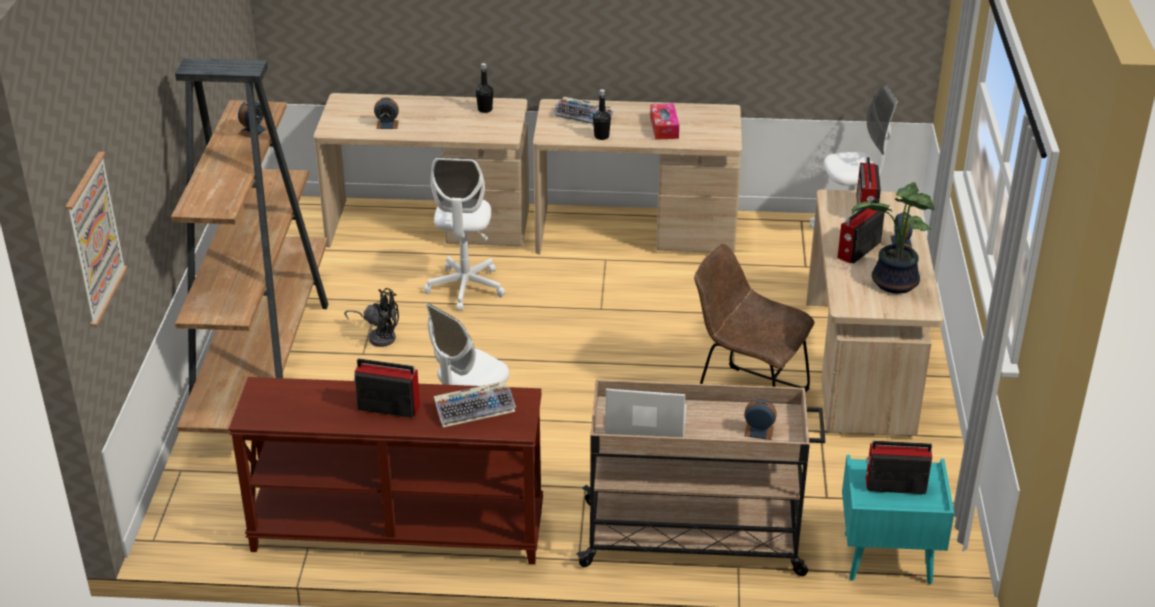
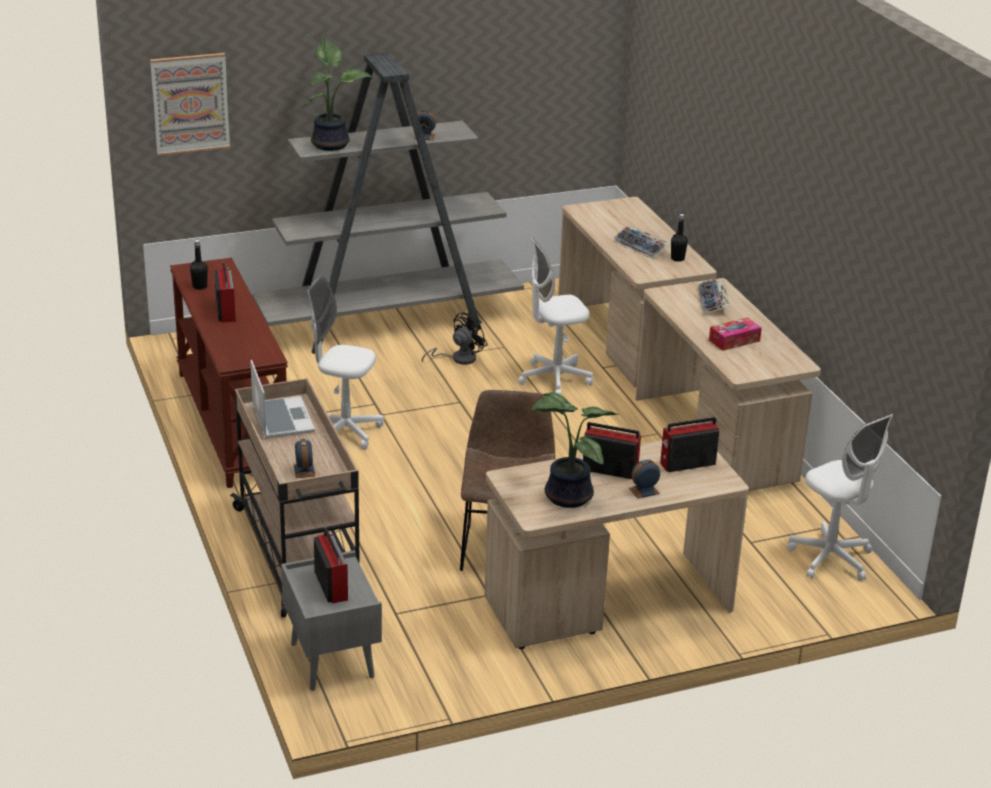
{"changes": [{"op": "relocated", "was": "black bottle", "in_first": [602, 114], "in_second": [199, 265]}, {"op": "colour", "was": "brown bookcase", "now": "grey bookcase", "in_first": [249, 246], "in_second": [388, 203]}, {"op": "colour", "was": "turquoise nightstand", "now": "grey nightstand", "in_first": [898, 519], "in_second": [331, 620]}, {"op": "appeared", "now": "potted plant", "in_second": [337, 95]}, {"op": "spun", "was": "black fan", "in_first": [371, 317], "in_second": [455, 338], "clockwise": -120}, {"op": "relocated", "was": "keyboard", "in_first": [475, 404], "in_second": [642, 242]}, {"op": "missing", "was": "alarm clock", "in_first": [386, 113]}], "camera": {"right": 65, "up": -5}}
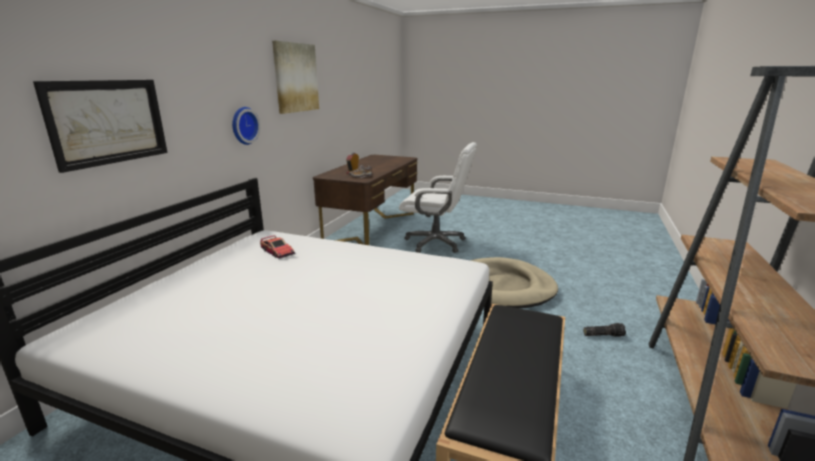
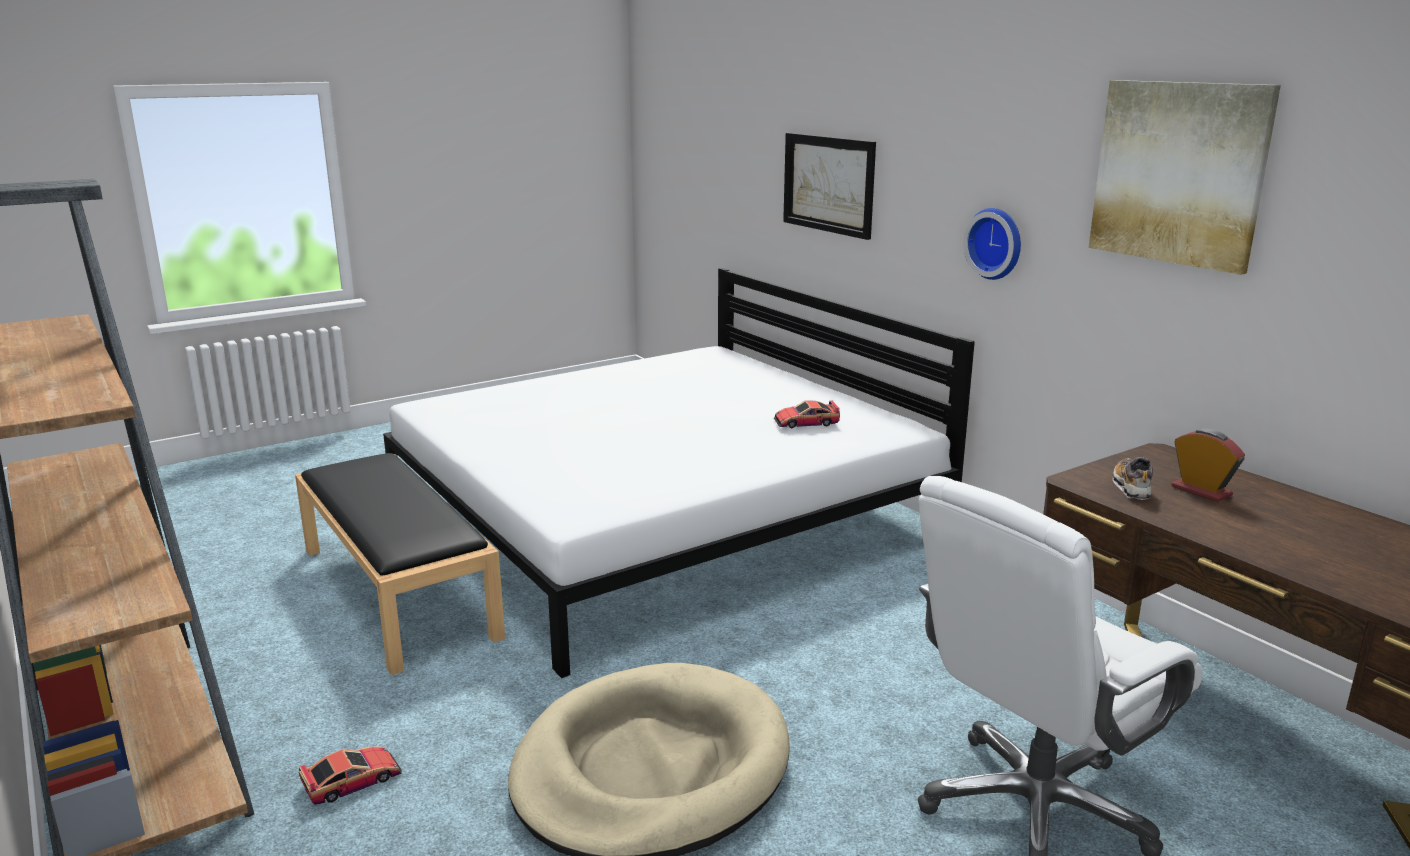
{"changes": [{"op": "exchanged", "was": "flashlight", "now": "toy car", "in_first": [604, 330], "in_second": [350, 775]}], "camera": {"right": 125, "up": 0}}
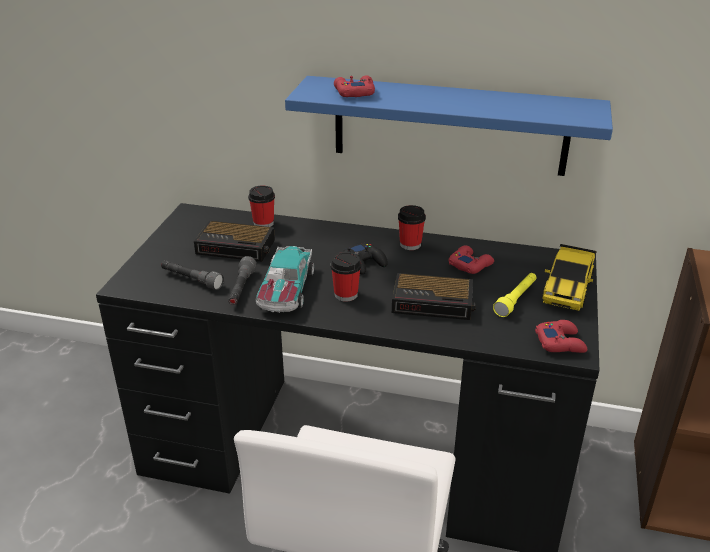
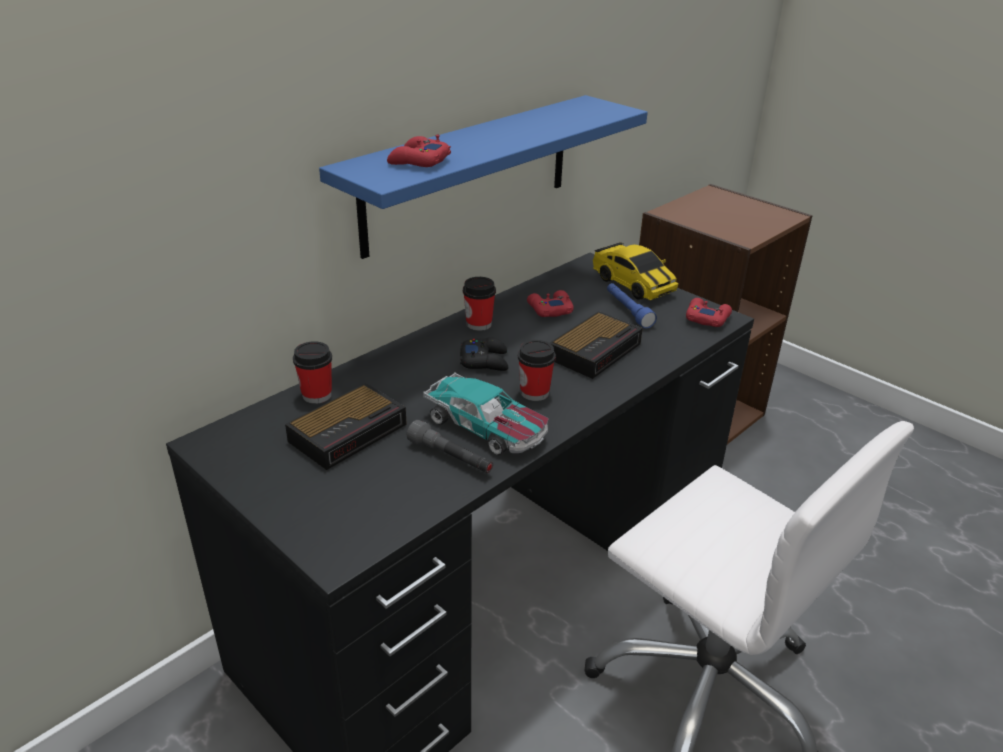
{"changes": [{"op": "colour", "was": "yellow flashlight", "now": "blue flashlight", "in_first": [515, 295], "in_second": [632, 305]}, {"op": "missing", "was": "grey flashlight", "in_first": [192, 275]}], "camera": {"right": -60, "up": 0}}
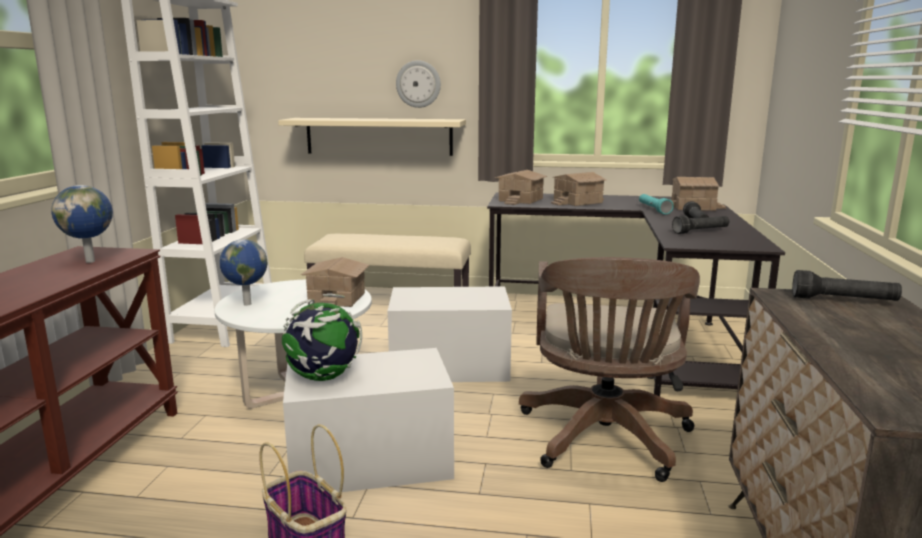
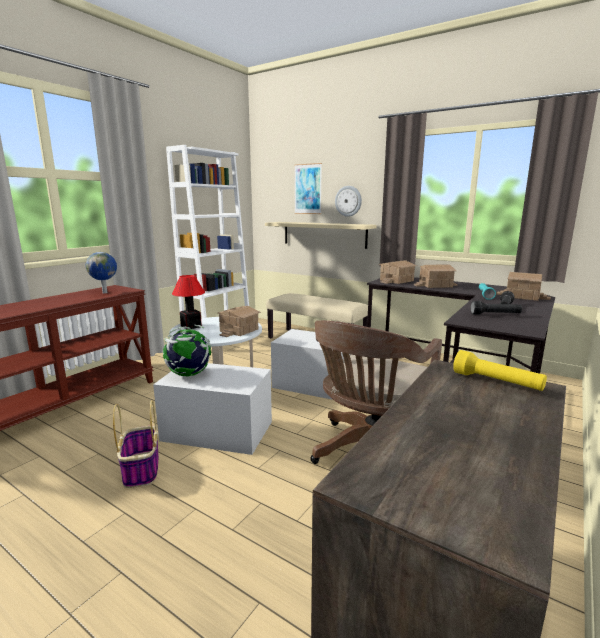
{"changes": [{"op": "exchanged", "was": "globe", "now": "table lamp", "in_first": [243, 272], "in_second": [188, 302]}, {"op": "appeared", "now": "picture", "in_second": [308, 188]}, {"op": "colour", "was": "black flashlight", "now": "yellow flashlight", "in_first": [847, 285], "in_second": [500, 370]}], "camera": {"right": 25, "up": 0}}
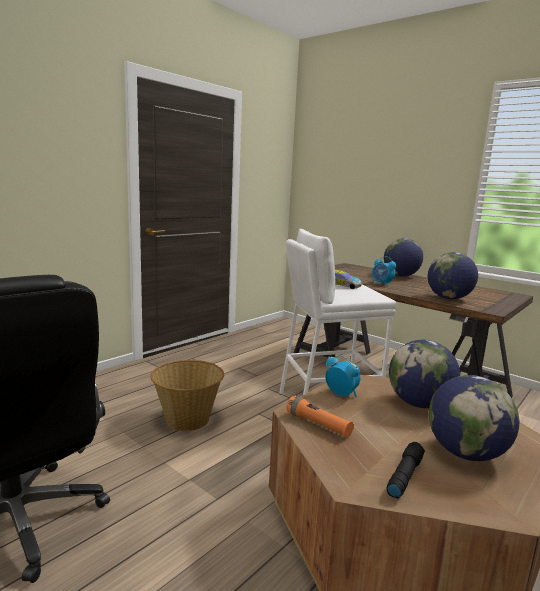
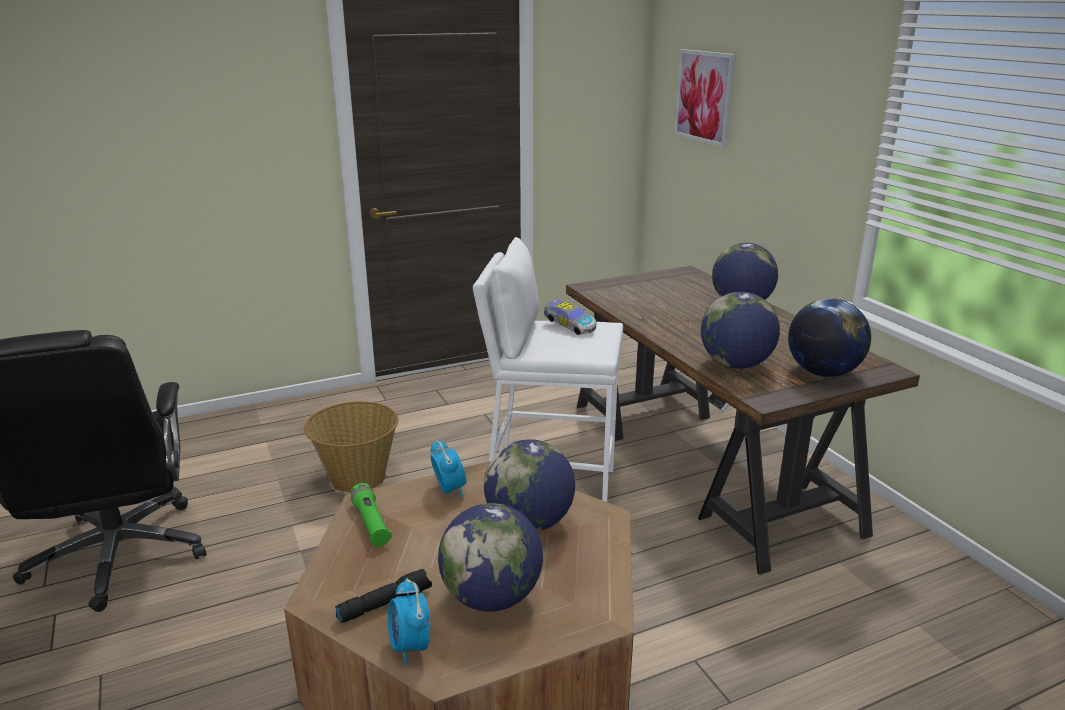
{"changes": [{"op": "colour", "was": "orange flashlight", "now": "green flashlight", "in_first": [320, 416], "in_second": [371, 515]}, {"op": "relocated", "was": "alarm clock", "in_first": [384, 271], "in_second": [409, 621]}, {"op": "appeared", "now": "picture", "in_second": [705, 98]}, {"op": "appeared", "now": "globe", "in_second": [829, 337]}], "camera": {"right": 25, "up": 10}}
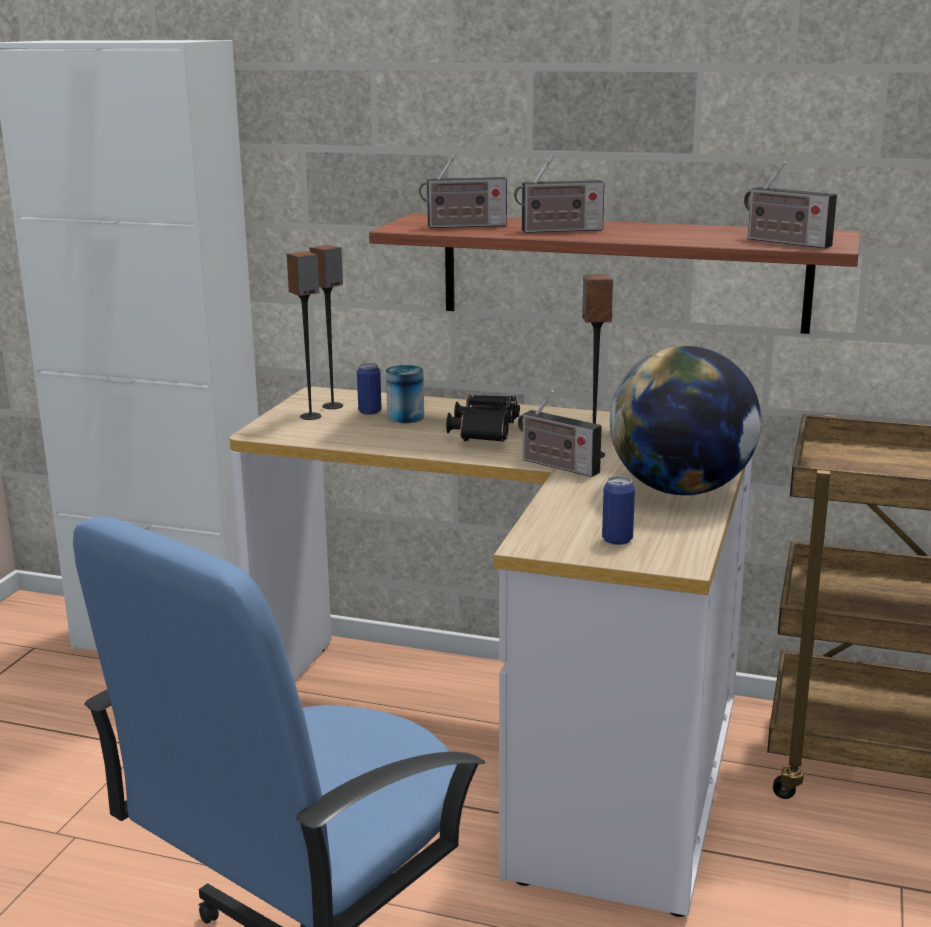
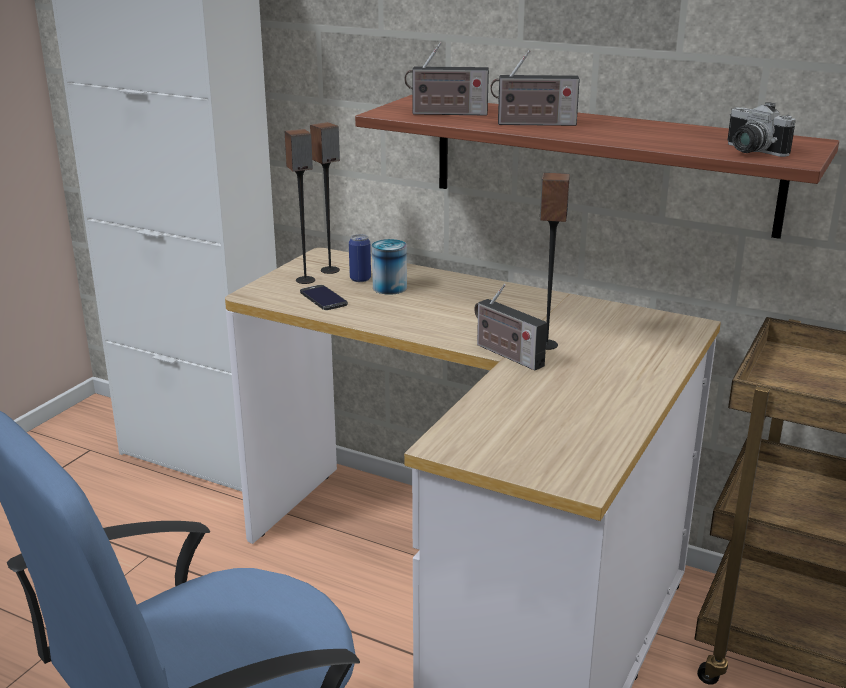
{"changes": [{"op": "appeared", "now": "phone", "in_second": [324, 297]}, {"op": "exchanged", "was": "radio", "now": "photo camera", "in_first": [790, 205], "in_second": [761, 129]}, {"op": "missing", "was": "black binoculars", "in_first": [483, 417]}, {"op": "missing", "was": "can", "in_first": [618, 510]}, {"op": "missing", "was": "globe", "in_first": [685, 420]}], "camera": {"right": 10, "up": 5}}
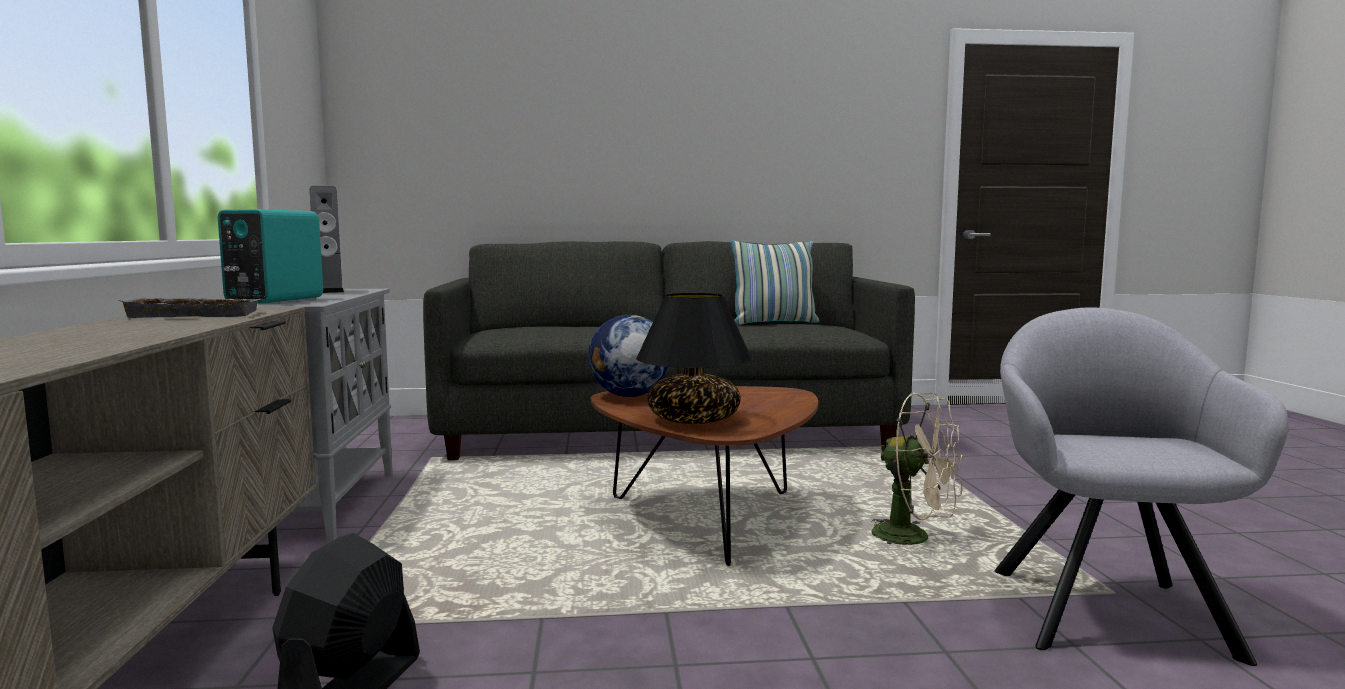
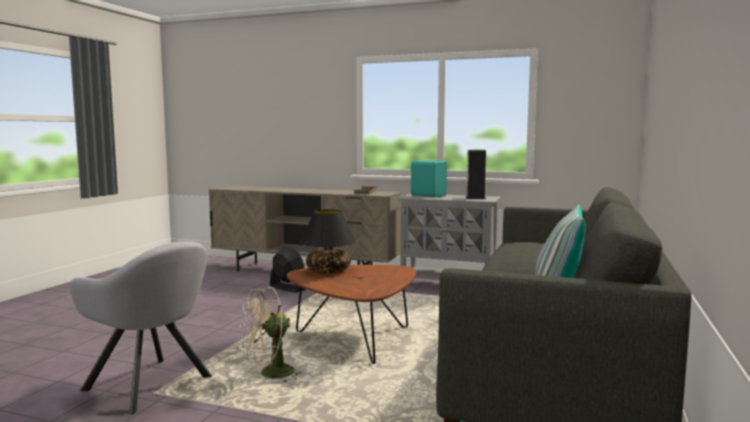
{"changes": [{"op": "missing", "was": "globe", "in_first": [628, 356]}], "camera": {"right": 115, "up": 0}}
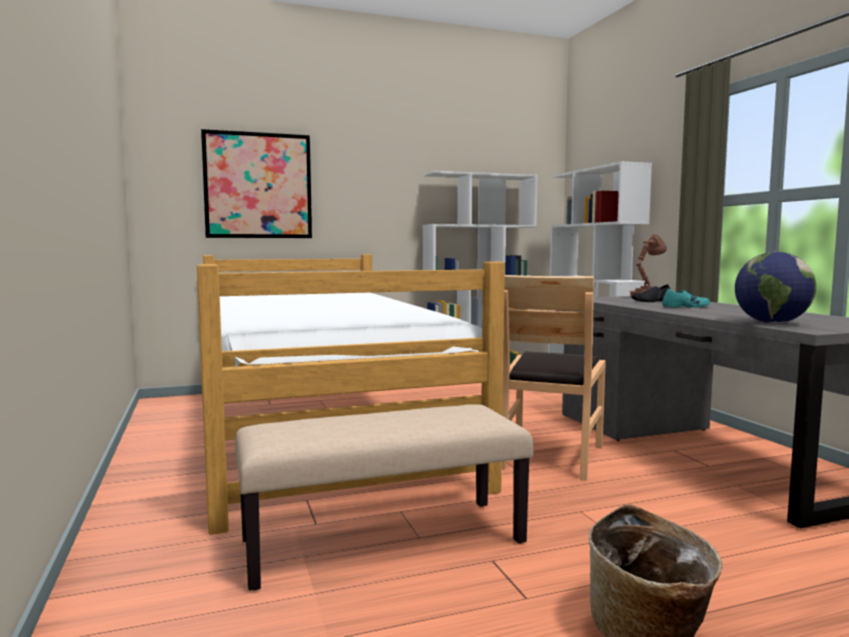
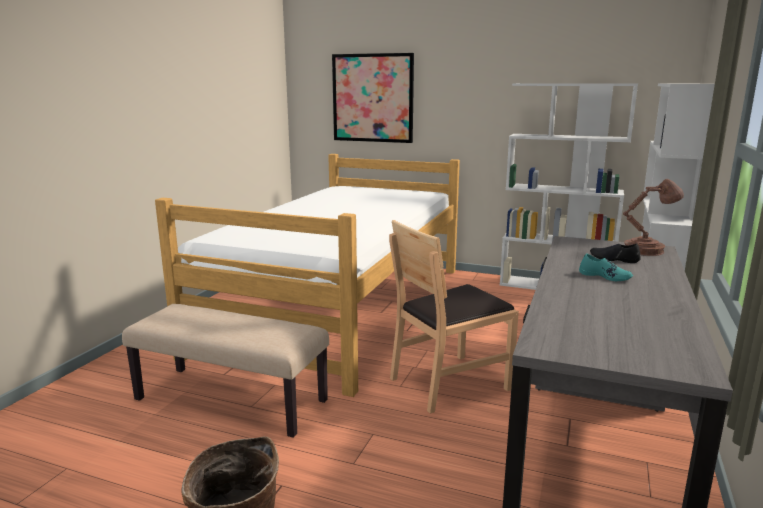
{"changes": [{"op": "missing", "was": "globe", "in_first": [775, 287]}], "camera": {"right": 40, "up": 10}}
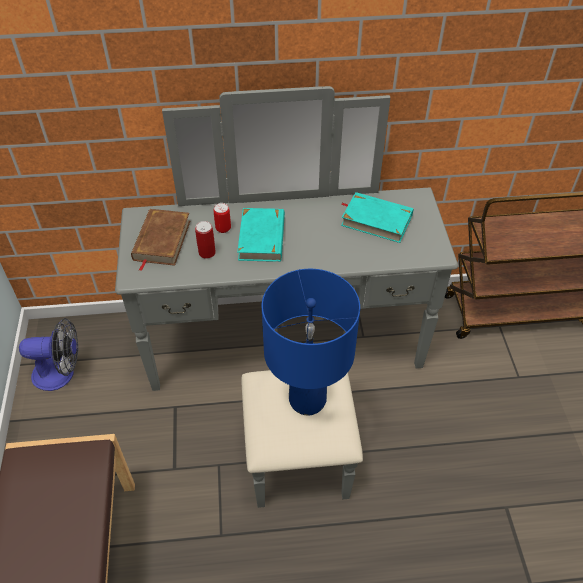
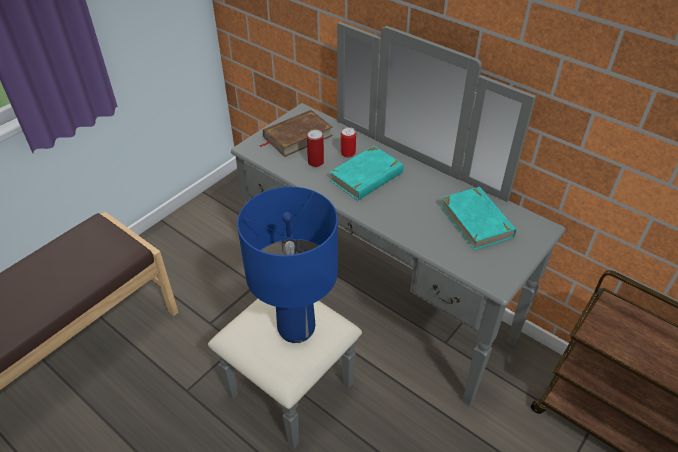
{"changes": [{"op": "missing", "was": "fan", "in_first": [48, 354]}], "camera": {"right": 45, "up": -5}}
